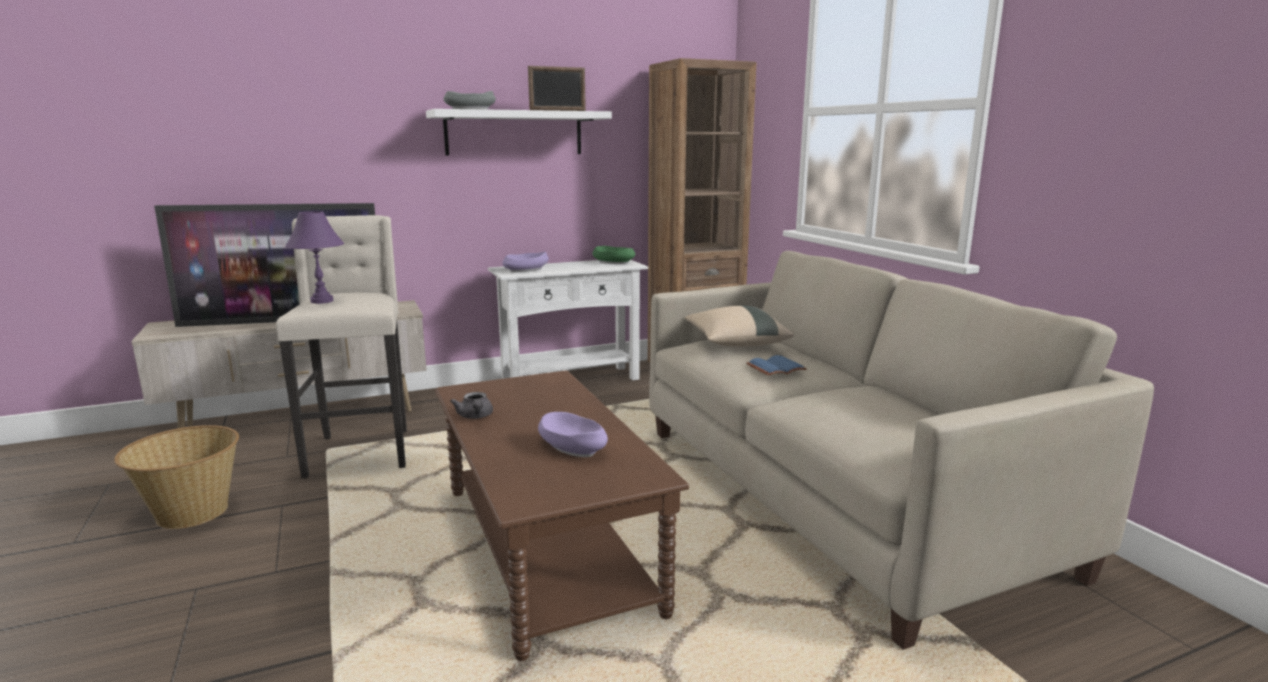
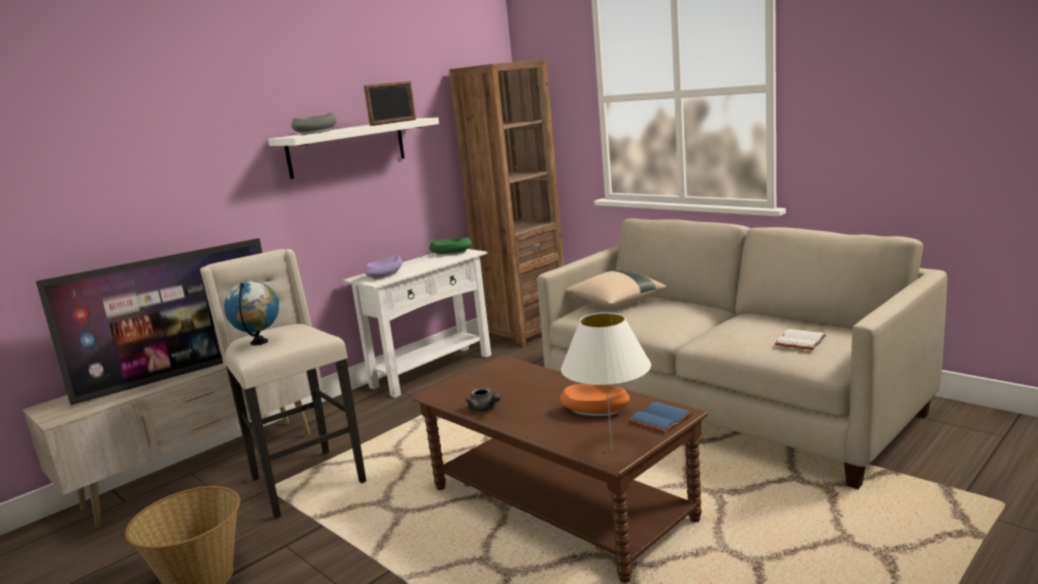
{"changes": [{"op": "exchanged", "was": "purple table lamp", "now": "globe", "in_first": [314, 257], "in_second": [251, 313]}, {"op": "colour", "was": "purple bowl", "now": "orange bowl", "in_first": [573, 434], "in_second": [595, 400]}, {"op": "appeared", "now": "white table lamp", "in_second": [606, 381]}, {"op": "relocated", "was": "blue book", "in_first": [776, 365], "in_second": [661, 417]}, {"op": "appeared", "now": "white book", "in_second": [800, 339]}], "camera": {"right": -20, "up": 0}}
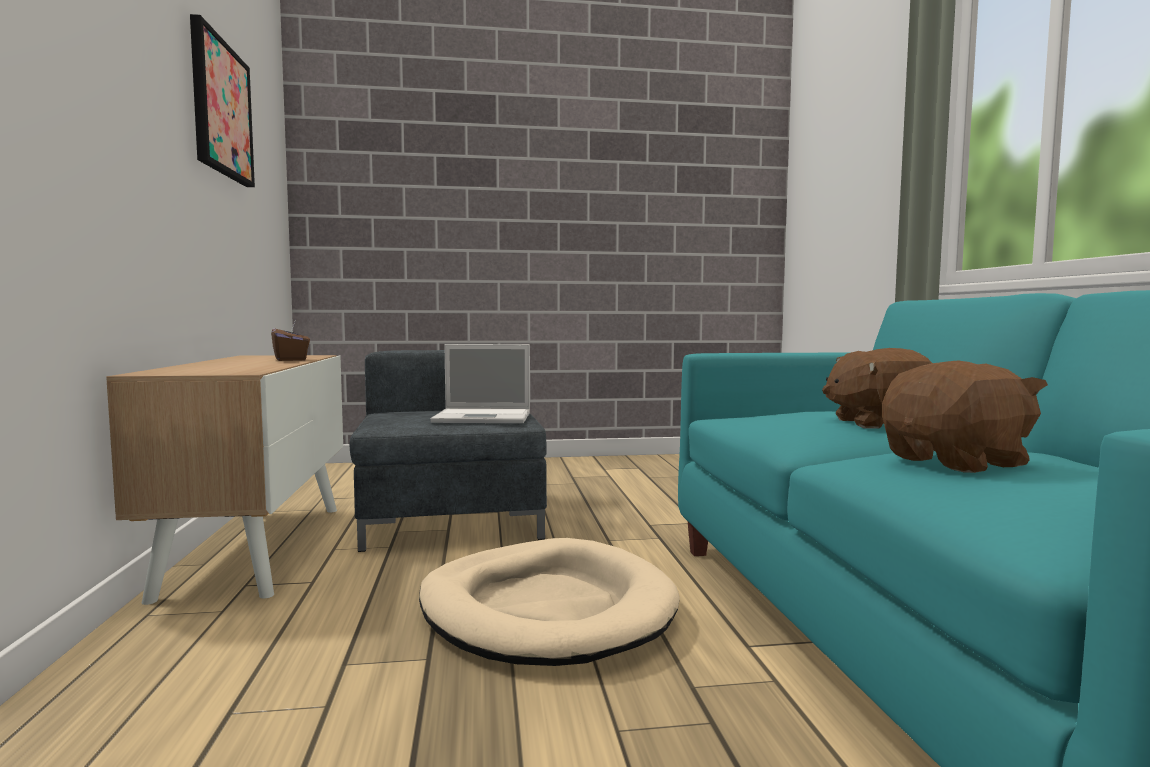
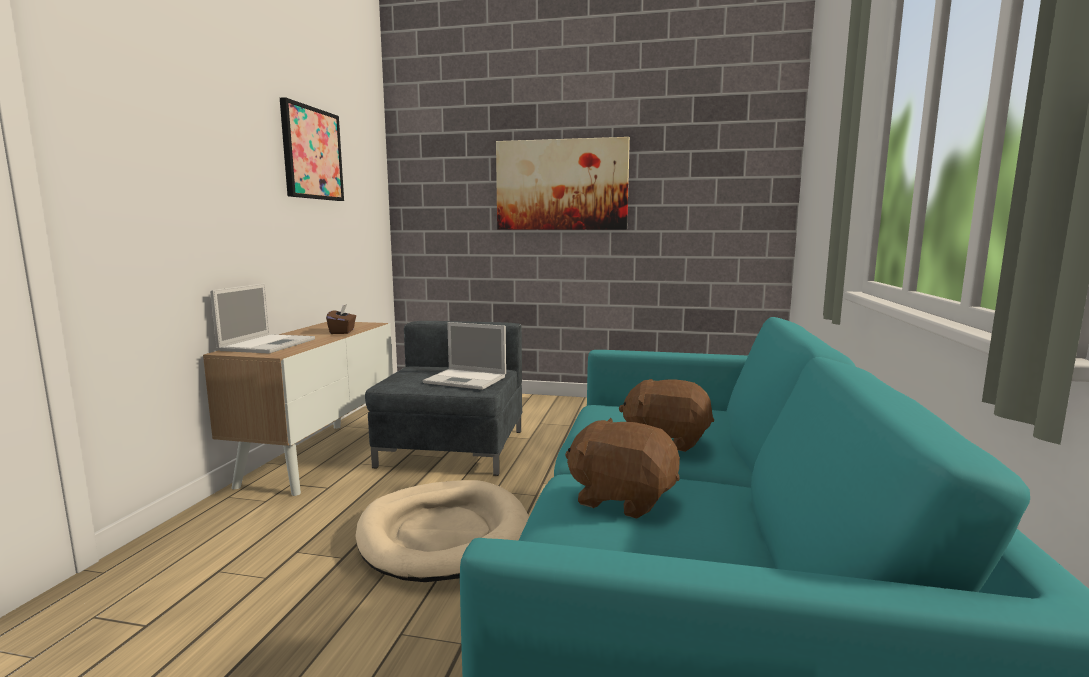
{"changes": [{"op": "appeared", "now": "laptop", "in_second": [262, 318]}, {"op": "appeared", "now": "picture", "in_second": [563, 183]}, {"op": "spun", "was": "brown plush toy", "in_first": [965, 417], "in_second": [622, 468], "clockwise": -150}], "camera": {"right": 20, "up": 5}}
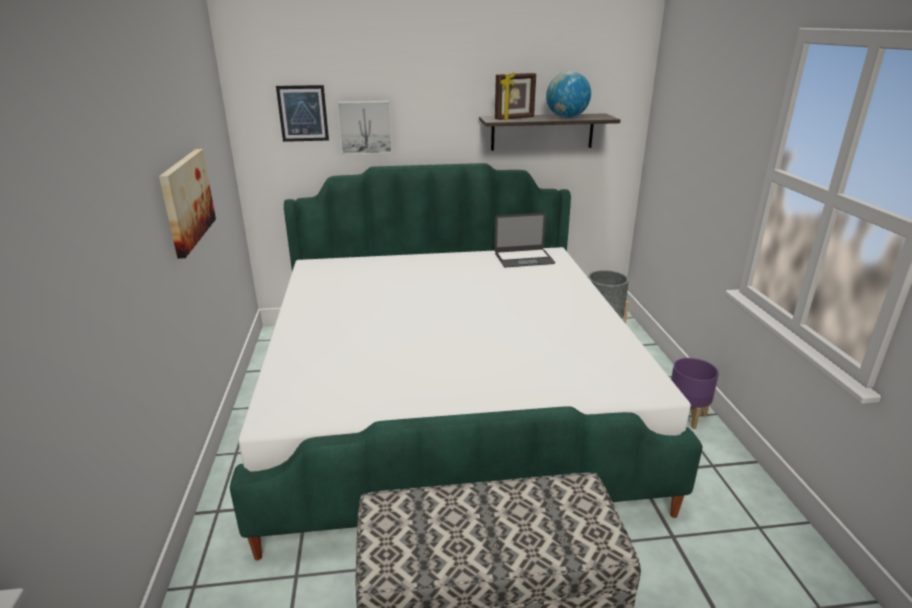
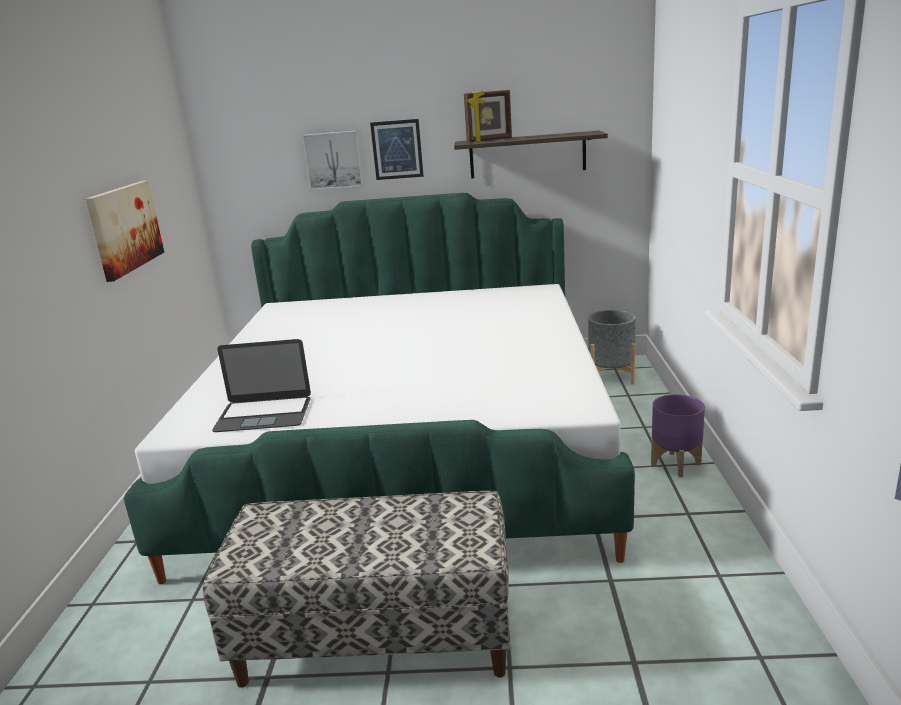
{"changes": [{"op": "relocated", "was": "laptop", "in_first": [525, 240], "in_second": [261, 385]}, {"op": "relocated", "was": "picture", "in_first": [302, 113], "in_second": [397, 149]}, {"op": "missing", "was": "globe", "in_first": [568, 94]}], "camera": {"right": 10, "up": -5}}
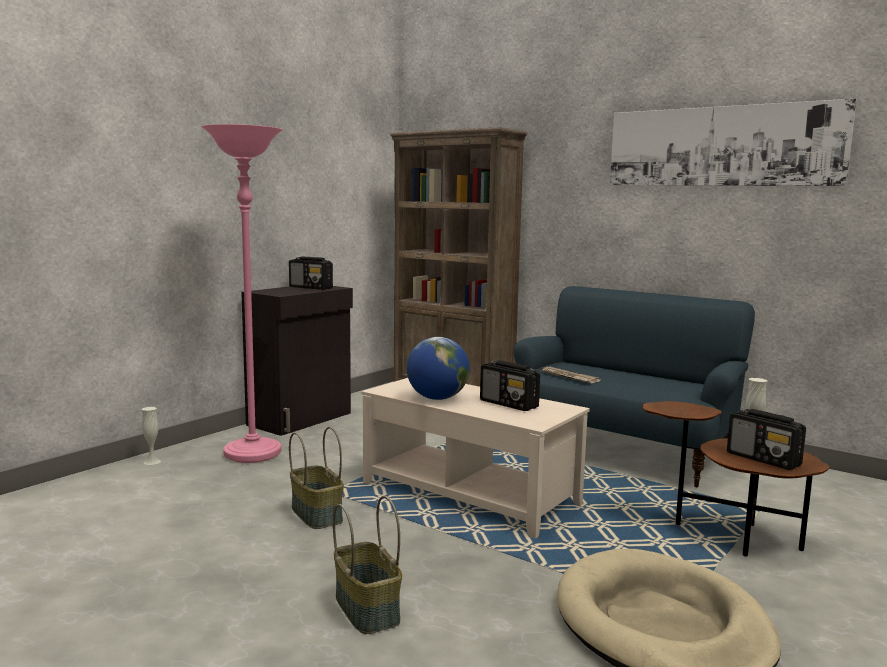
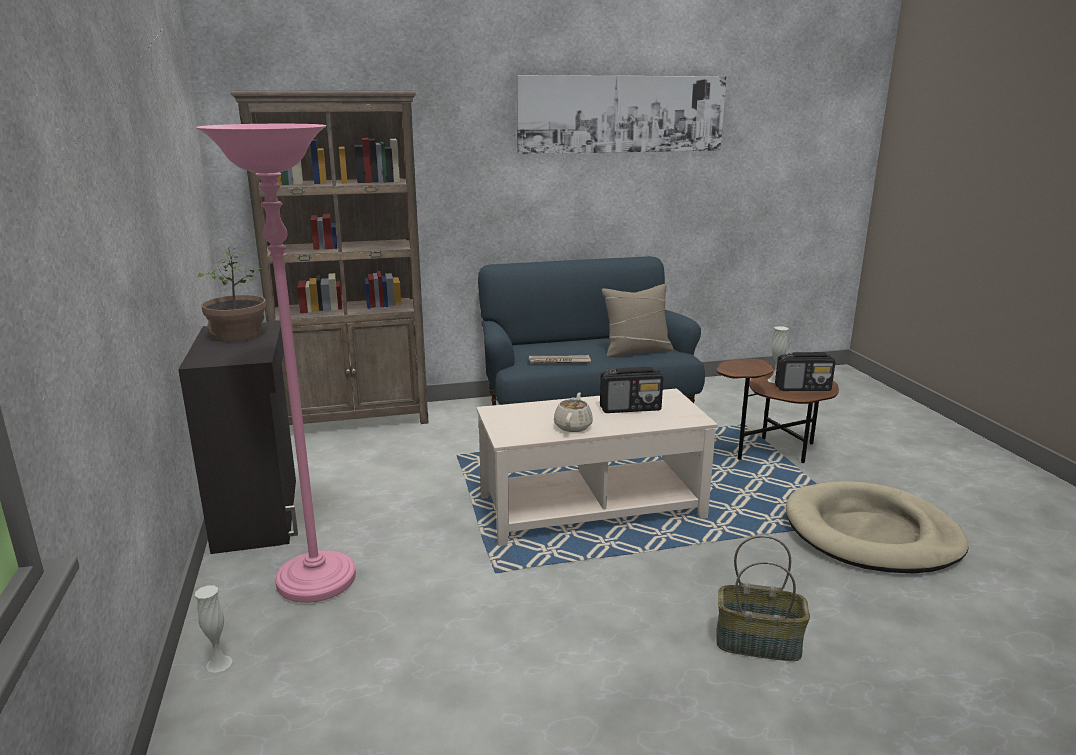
{"changes": [{"op": "exchanged", "was": "radio", "now": "potted plant", "in_first": [311, 273], "in_second": [232, 294]}, {"op": "exchanged", "was": "globe", "now": "beige teapot", "in_first": [438, 368], "in_second": [573, 412]}, {"op": "appeared", "now": "beige pillow", "in_second": [638, 320]}, {"op": "missing", "was": "basket", "in_first": [316, 478]}], "camera": {"right": -50, "up": 10}}
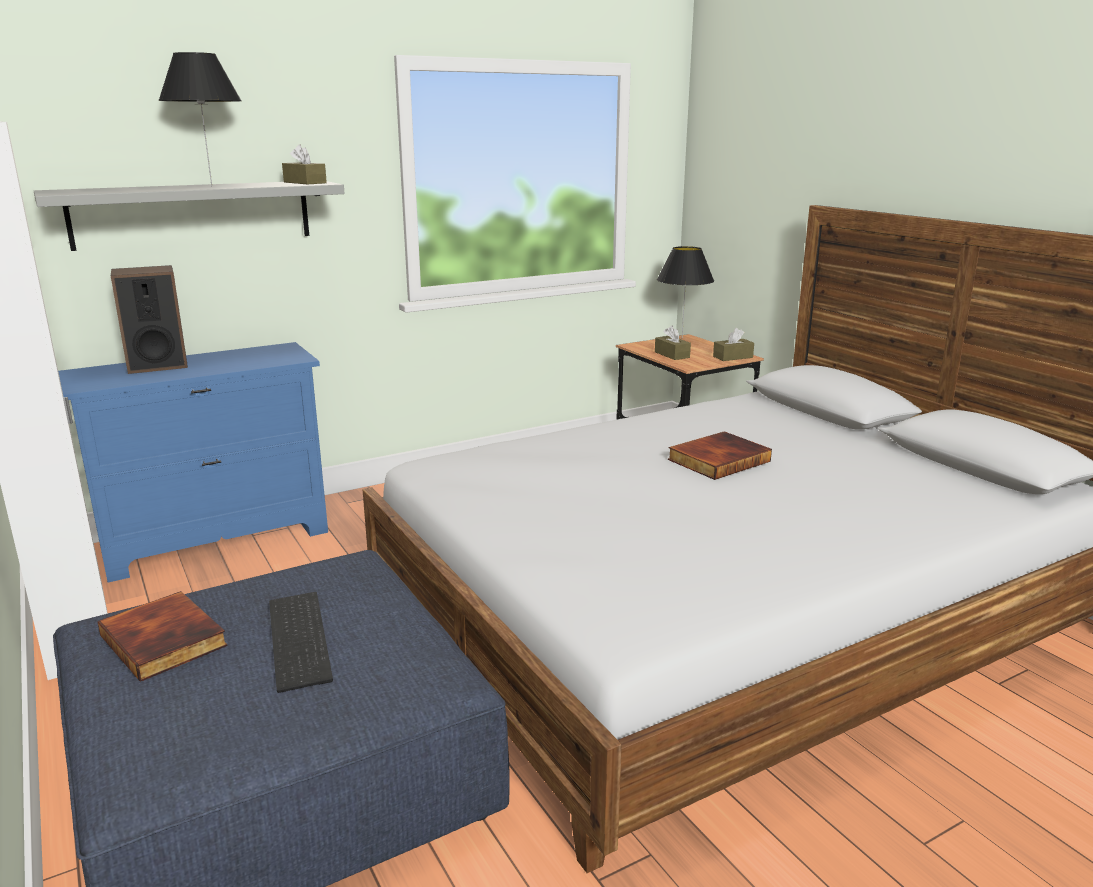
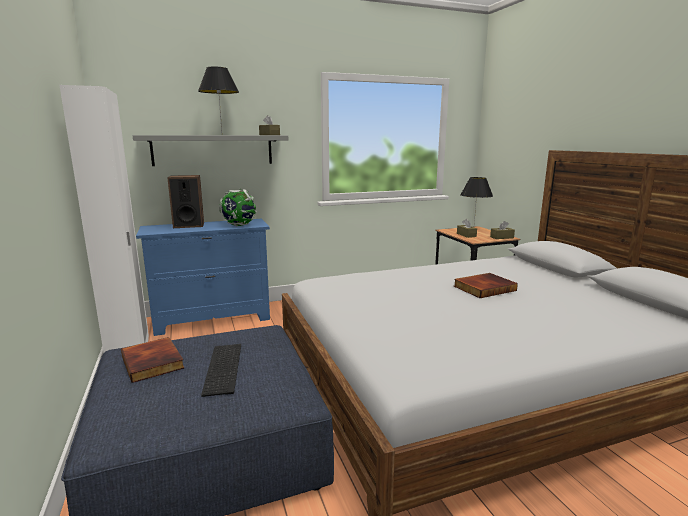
{"changes": [{"op": "appeared", "now": "globe", "in_second": [238, 207]}], "camera": {"right": 10, "up": -5}}
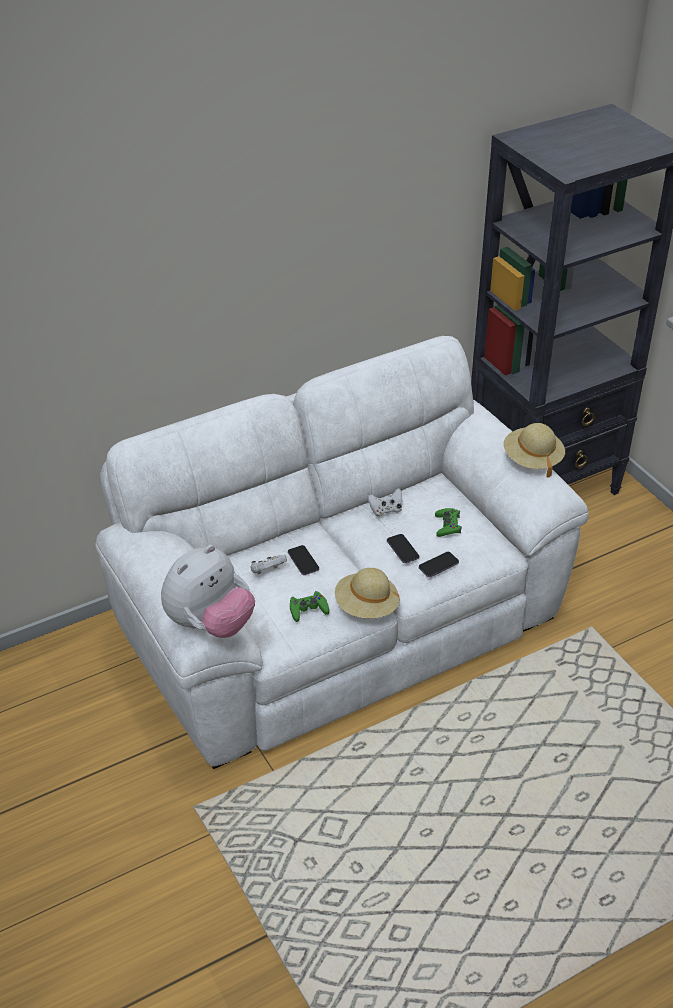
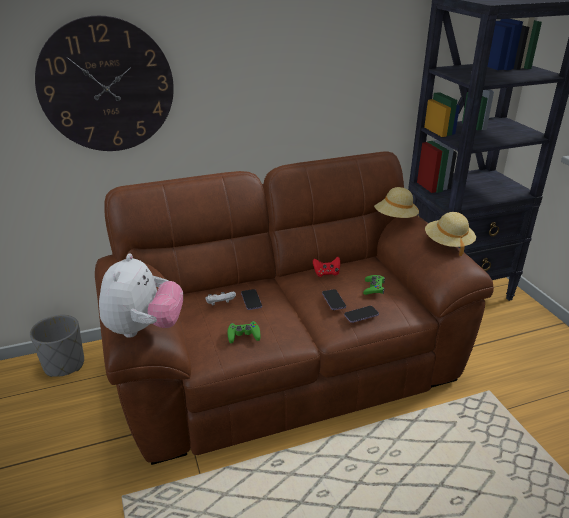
{"changes": [{"op": "appeared", "now": "grey planter", "in_second": [57, 346]}, {"op": "appeared", "now": "wall clock", "in_second": [104, 83]}, {"op": "colour", "was": "white sofa", "now": "brown sofa", "in_first": [342, 552], "in_second": [294, 308]}, {"op": "spun", "was": "plush toy", "in_first": [208, 591], "in_second": [141, 295], "clockwise": -45}, {"op": "colour", "was": "white game controller", "now": "red game controller", "in_first": [385, 502], "in_second": [326, 267]}, {"op": "relocated", "was": "beige hat", "in_first": [367, 593], "in_second": [396, 202]}], "camera": {"right": 10, "up": -10}}
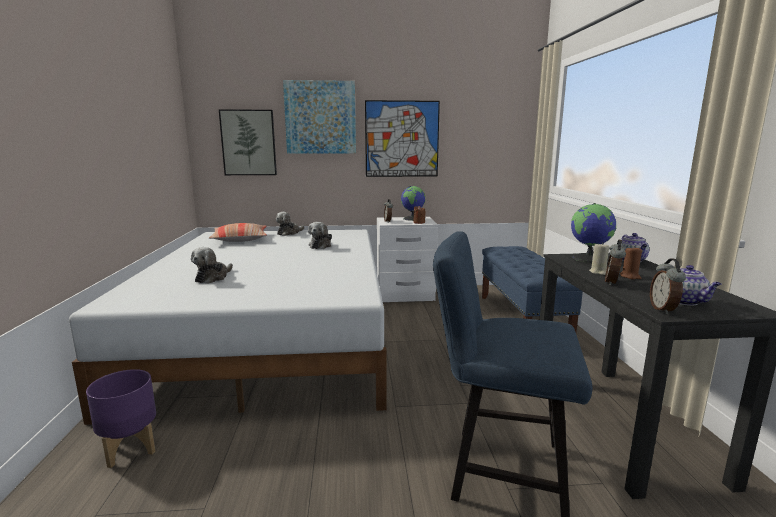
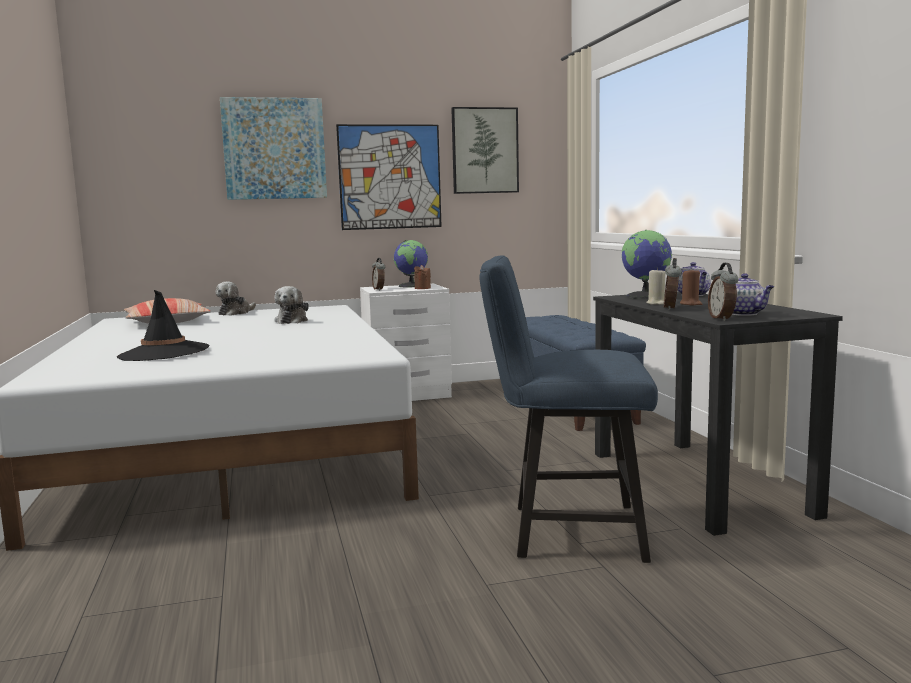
{"changes": [{"op": "exchanged", "was": "plush toy", "now": "black hat", "in_first": [212, 265], "in_second": [163, 325]}, {"op": "relocated", "was": "picture", "in_first": [248, 142], "in_second": [485, 150]}, {"op": "missing", "was": "purple planter", "in_first": [121, 418]}], "camera": {"right": -10, "up": -5}}
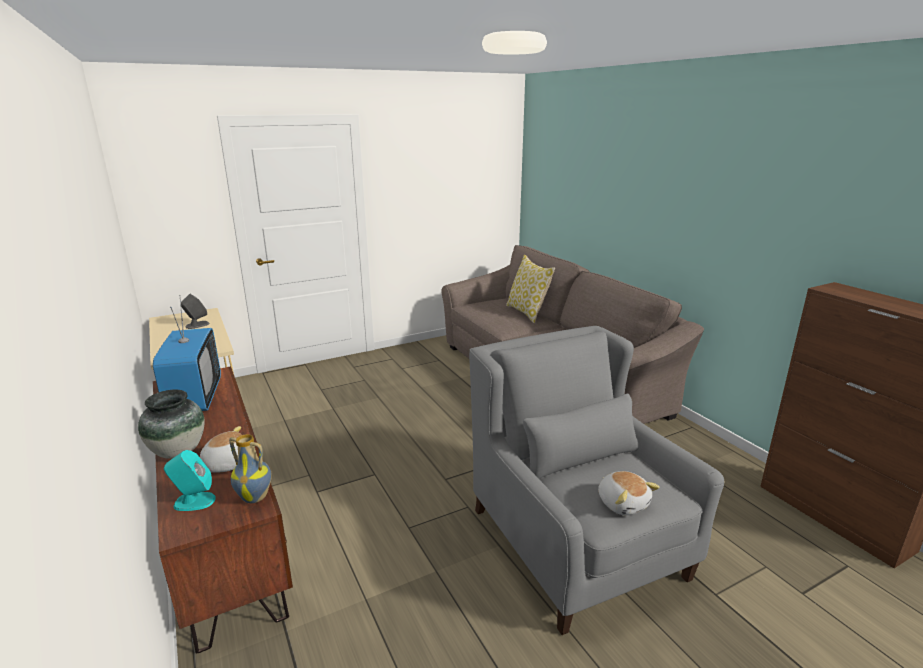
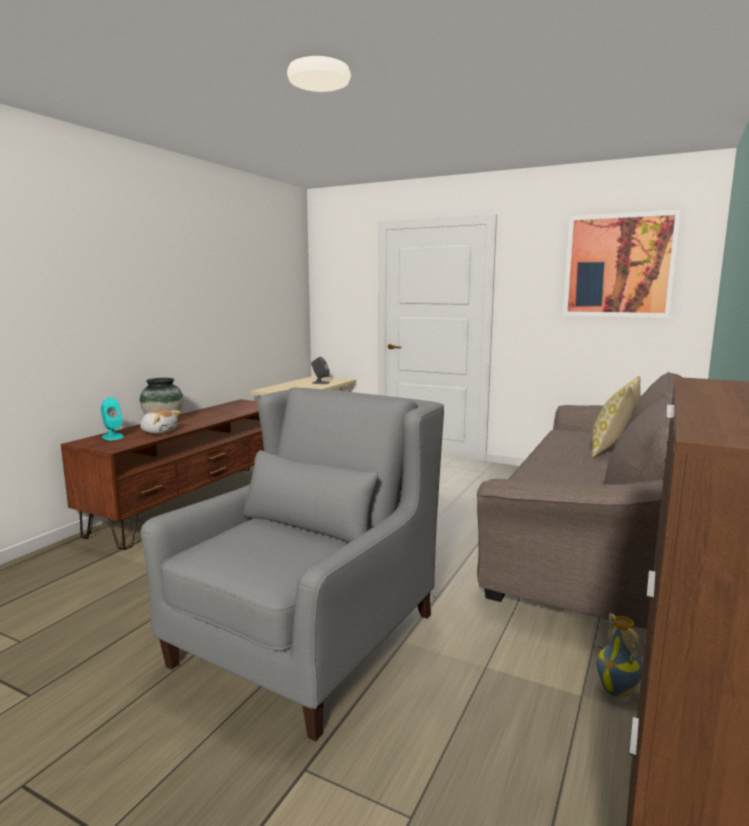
{"changes": [{"op": "appeared", "now": "picture", "in_second": [622, 264]}, {"op": "relocated", "was": "vase", "in_first": [250, 468], "in_second": [619, 655]}, {"op": "missing", "was": "television", "in_first": [187, 353]}, {"op": "missing", "was": "plush toy", "in_first": [629, 493]}], "camera": {"right": 55, "up": -10}}
